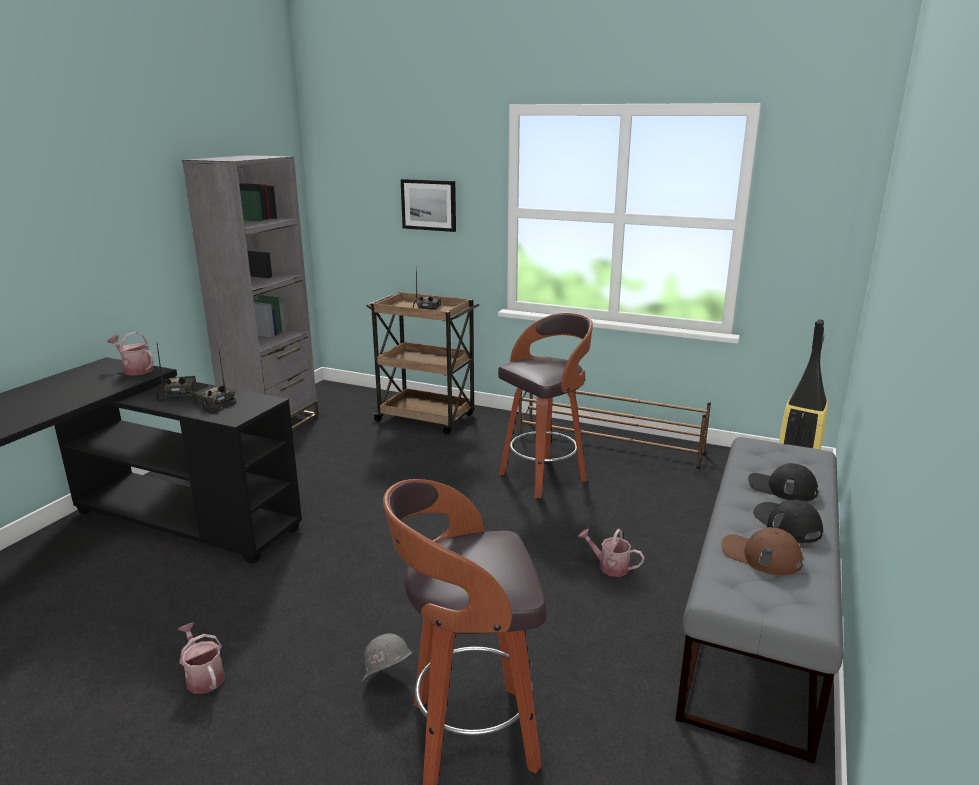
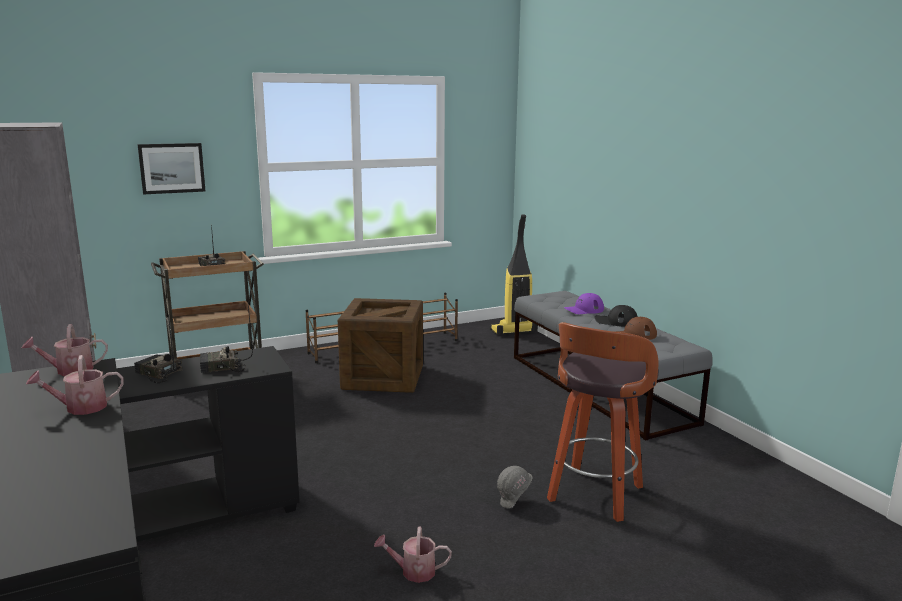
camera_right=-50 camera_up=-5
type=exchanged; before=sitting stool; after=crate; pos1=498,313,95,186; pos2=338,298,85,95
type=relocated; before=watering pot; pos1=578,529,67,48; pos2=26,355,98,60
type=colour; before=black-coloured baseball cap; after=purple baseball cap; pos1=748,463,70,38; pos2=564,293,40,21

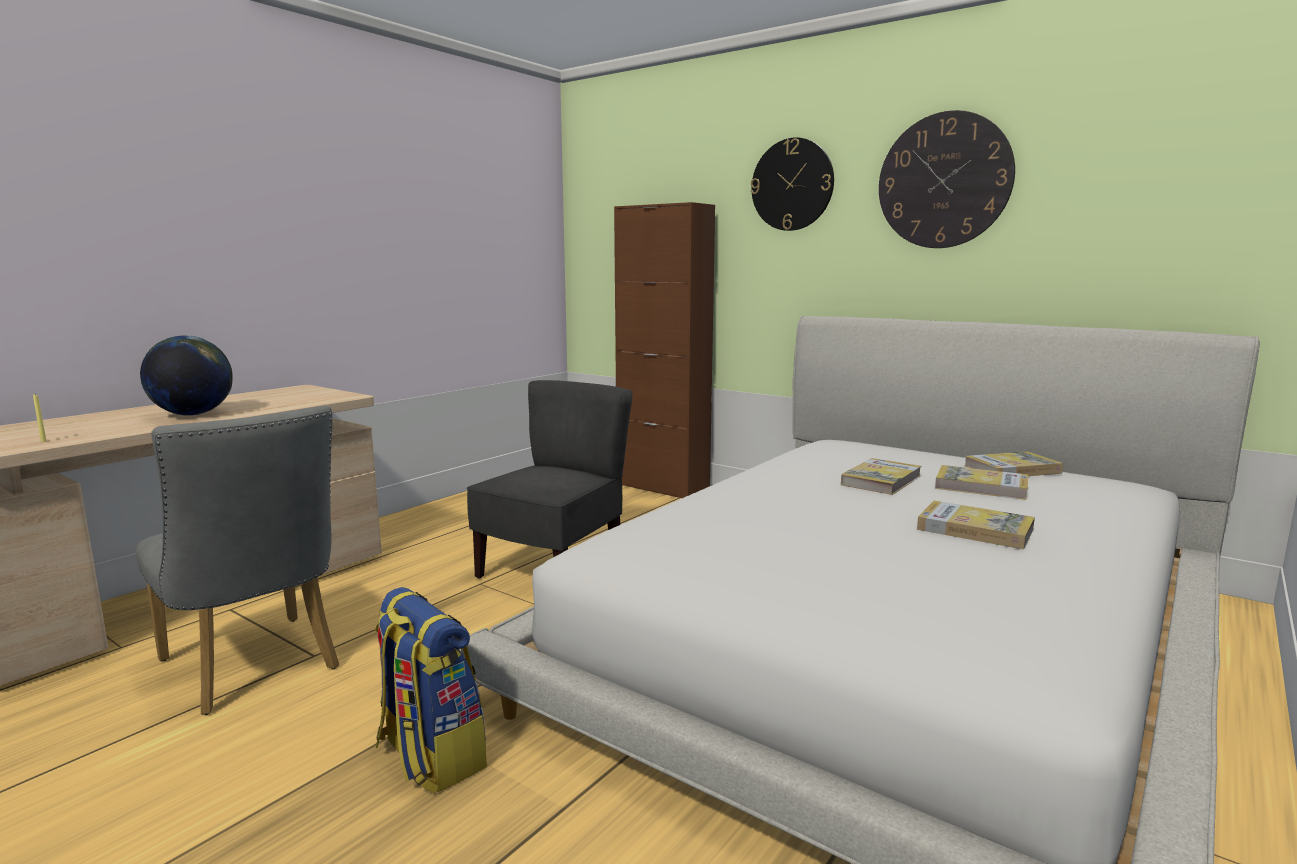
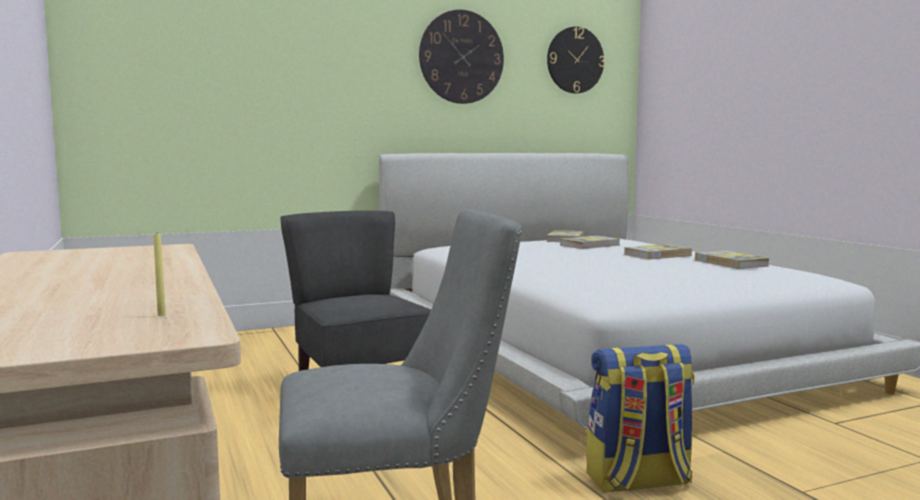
camera_right=-60 camera_up=-5
type=missing; before=desk globe; pos1=140,336,93,79
type=missing; before=brownish storage cabinet; pos1=614,202,101,296
type=relocated; before=hanging clock; pos1=751,137,83,94; pos2=547,27,58,67
type=relocated; before=volume; pos1=841,458,81,37; pos2=695,250,75,19

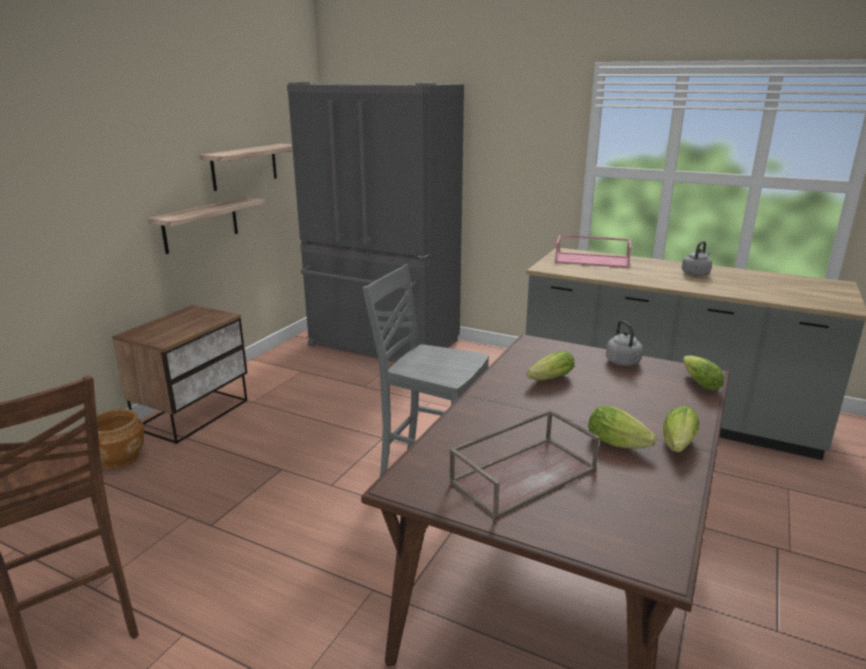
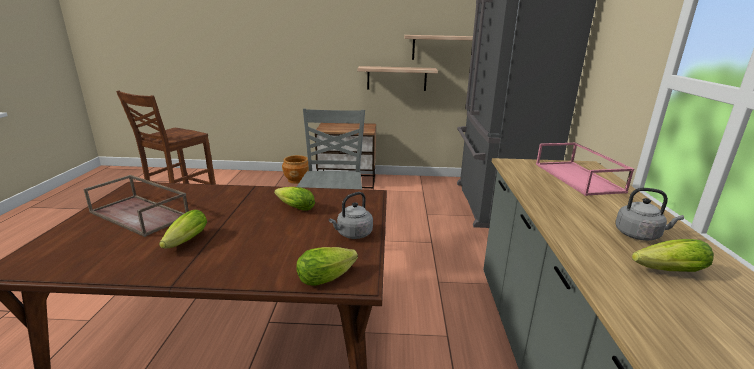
camera_right=65 camera_up=0
type=relocated; before=head of lettuce; pos1=663,406,36,46; pos2=632,239,82,33

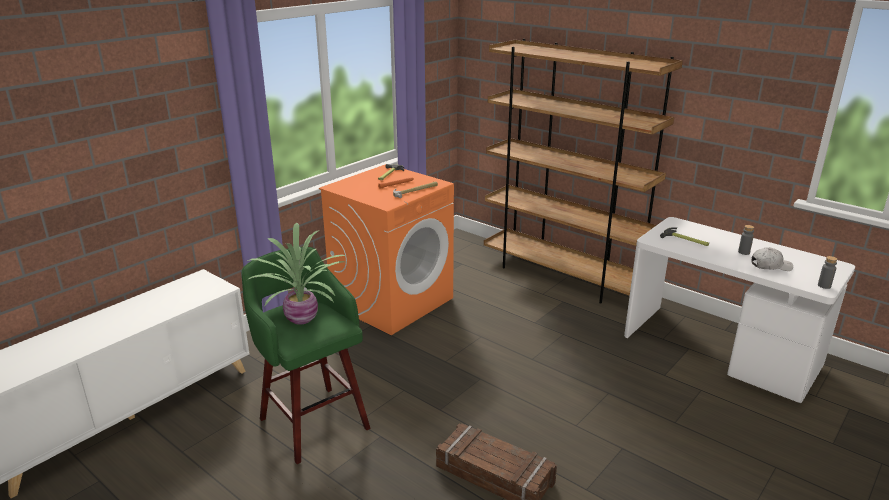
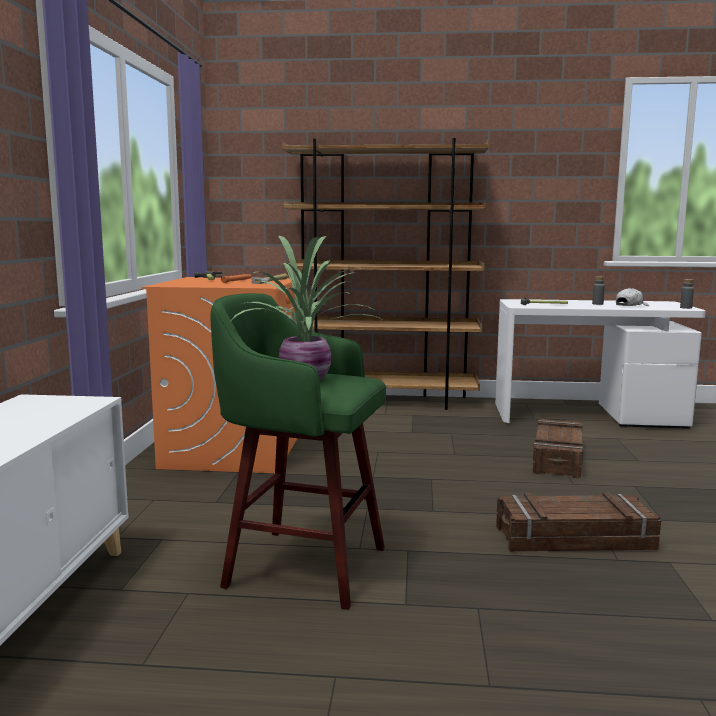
camera_right=-35 camera_up=-15
type=appeared; after=crate; pos2=533,419,51,59

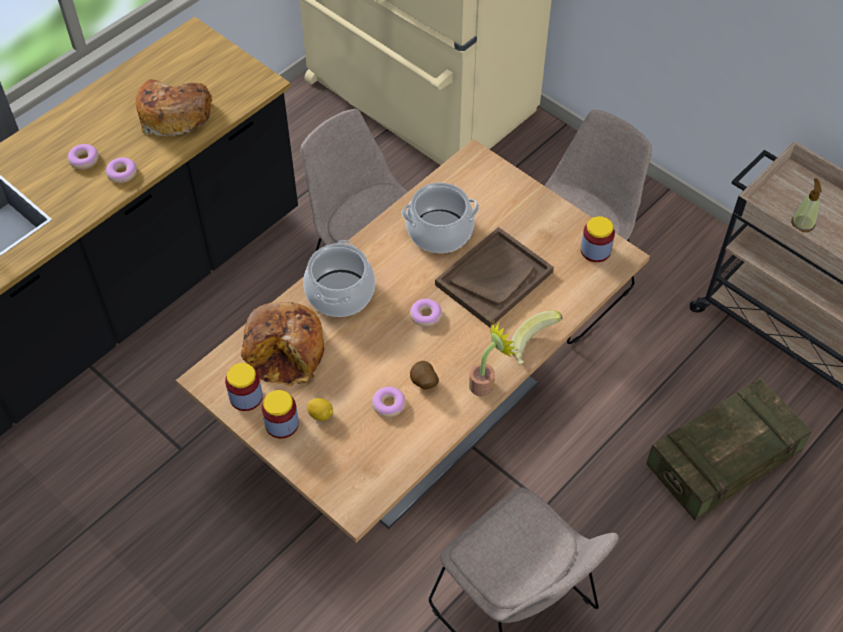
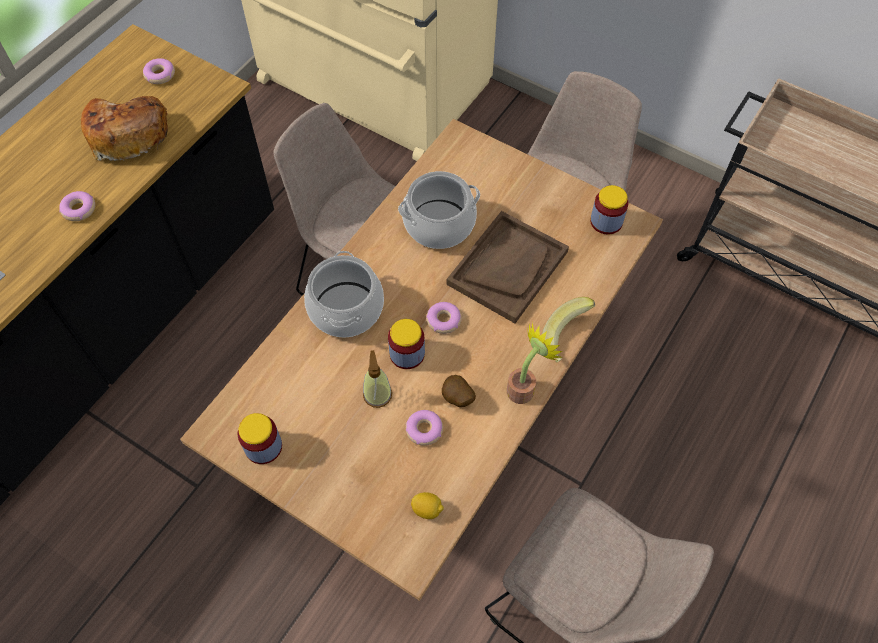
camera_right=-10 camera_up=5
type=relocated; before=ring doughnut; pos1=68,144,31,25; pos2=143,58,32,26
type=missing; before=baked bread; pos1=241,302,83,84
type=relocated; before=storage jar; pos1=262,390,37,49; pos2=388,319,37,50
type=relocated; before=citrus fruit; pos1=307,398,26,23; pos2=411,492,33,27
type=missing; before=crate; pos1=647,378,165,142
type=relocated; before=liquid soap bottle; pos1=791,179,31,53; pos2=363,350,29,58

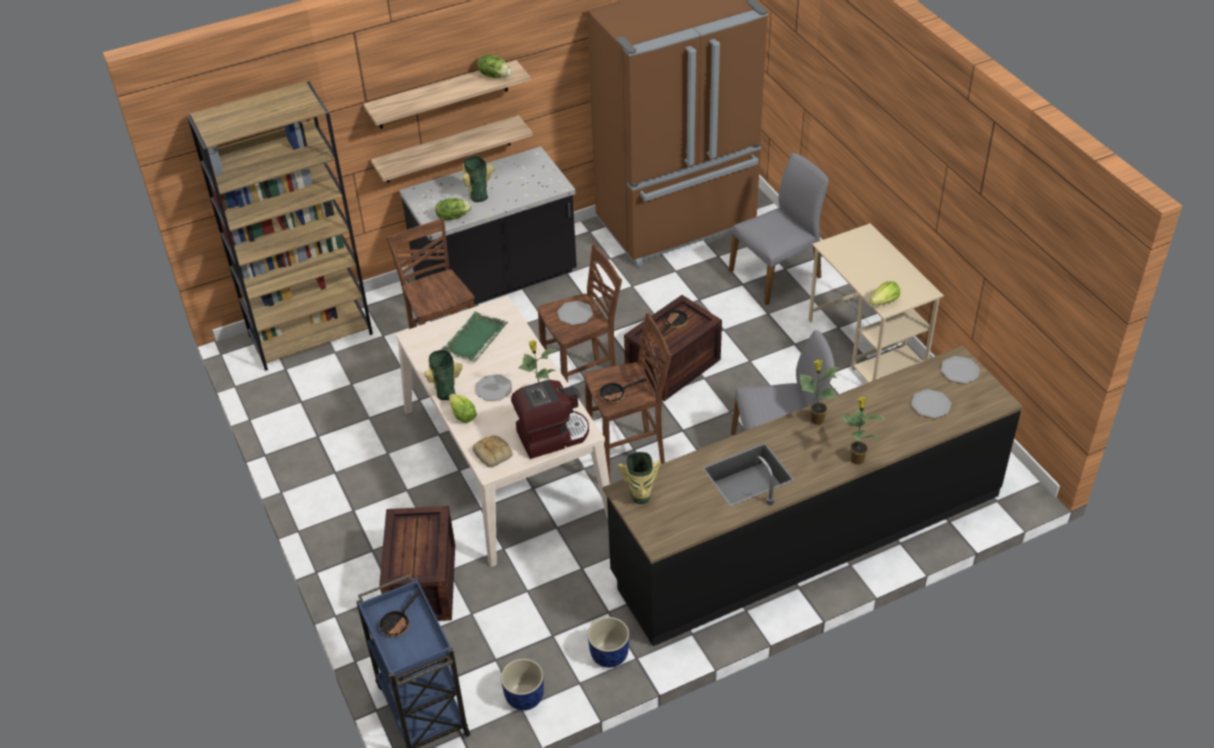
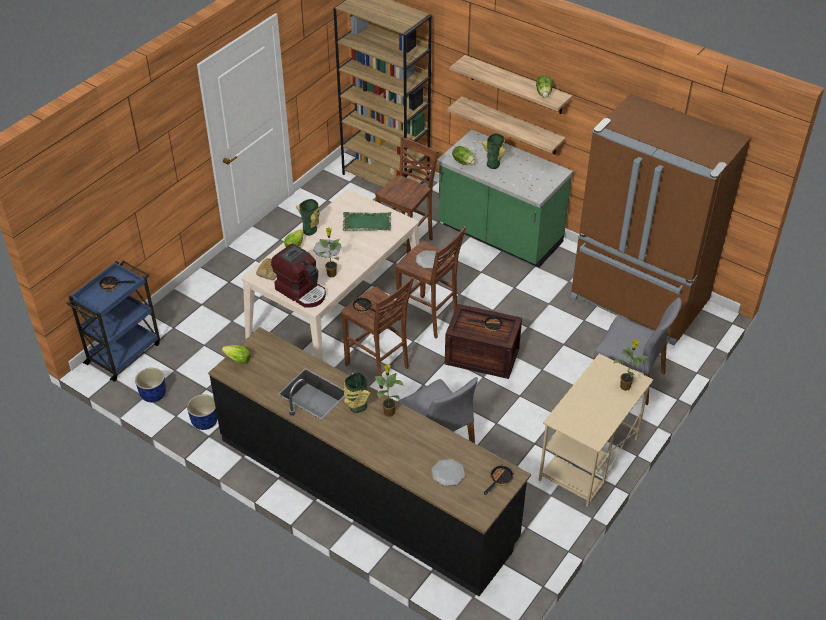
camera_right=60 camera_up=0
type=missing; before=crate; pos1=379,506,76,115
type=colour; before=black-coloured kitchen base unit; after=green-coloured kitchen base unit; pos1=399,146,178,159; pos2=437,130,136,138
type=relocated; before=vase; pos1=618,452,42,52; pos2=344,372,26,41
type=relocated; before=plant in a pot; pos1=841,397,45,68; pos2=614,340,34,51
type=relocated; before=head of lettuce; pos1=870,281,30,24; pos2=222,345,29,19
type=exchanged; before=plate; after=pan; pos1=941,356,39,28; pos2=484,464,29,31

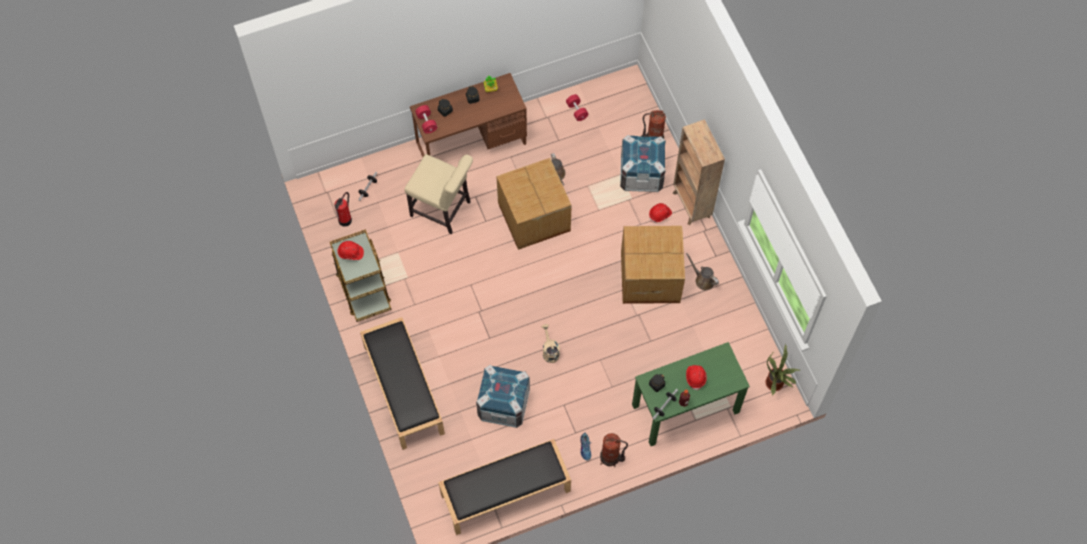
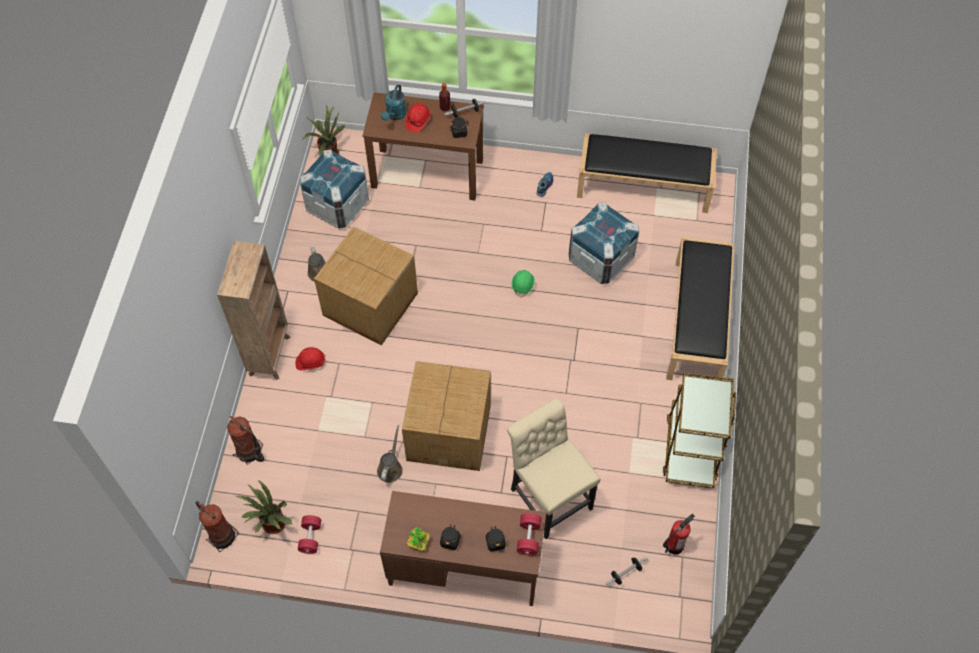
camera_right=-150 camera_up=-5
type=missing; before=red safety helmet; pos1=338,241,26,19
type=exchanged; before=beige watering pot; after=green-coloured safety helmet; pos1=542,324,18,39; pos2=511,270,24,28
type=relocated; before=fire-fighting cylinder; pos1=600,433,28,34; pos2=195,501,44,51
type=relocated; before=crate; pos1=620,135,46,57; pos2=299,149,70,80
type=colour; before=green-coloured desk; after=brownish desk; pos1=632,342,118,104; pos2=363,92,121,108
type=appeared; after=plant in a pot; pos2=235,479,58,55
type=appeared; after=turquoise-coloured watering pot; pos2=381,84,25,37

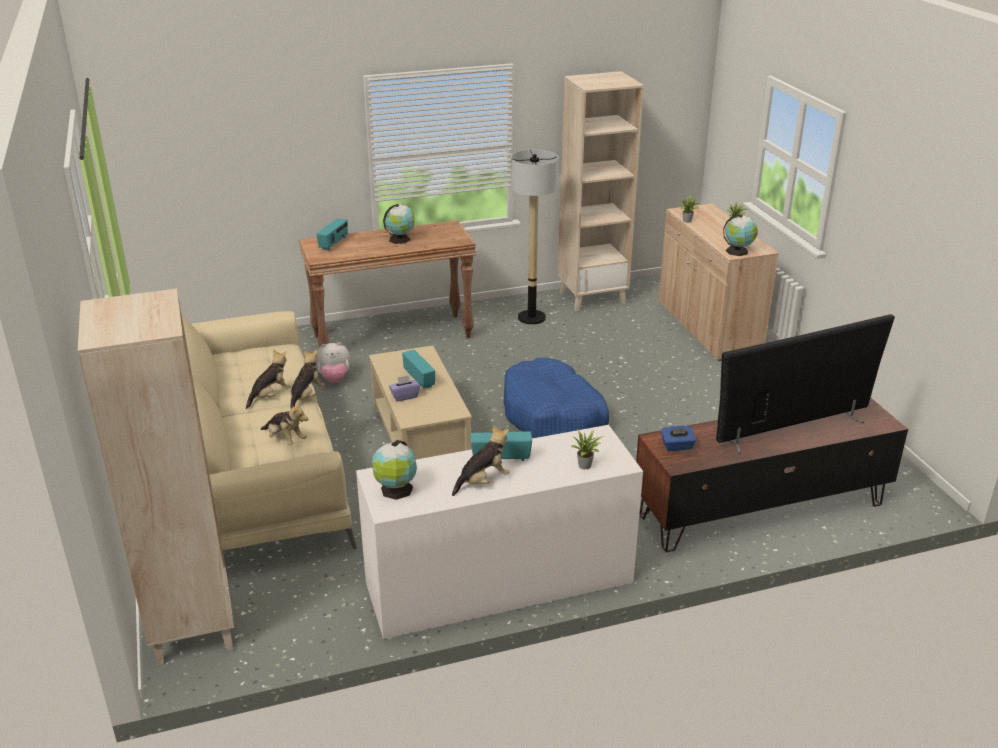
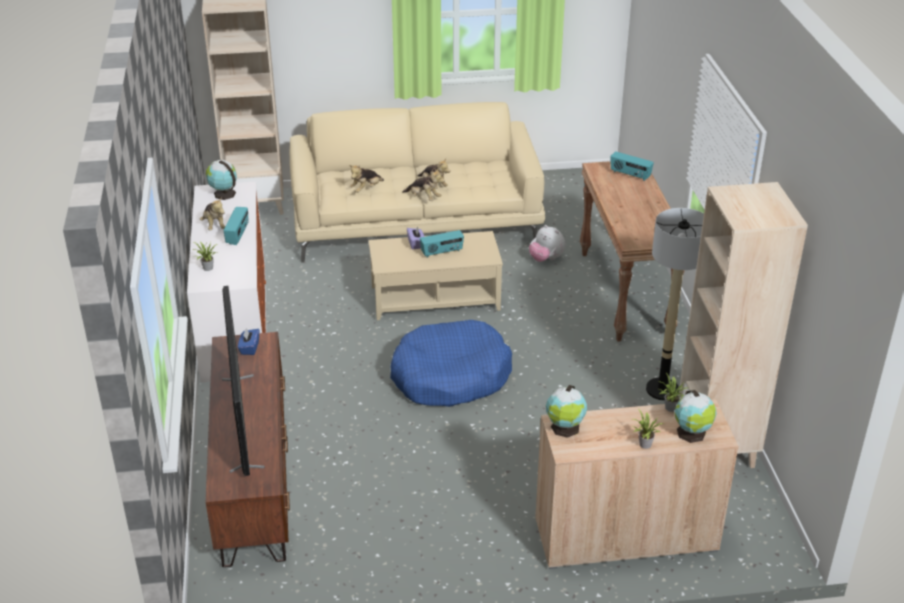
camera_right=100 camera_up=5
type=spun; before=plush toy; pos1=316,342,35,41; pos2=529,225,37,37; turn=-45
type=relocated; before=desk globe; pos1=383,204,32,40; pos2=674,390,43,53

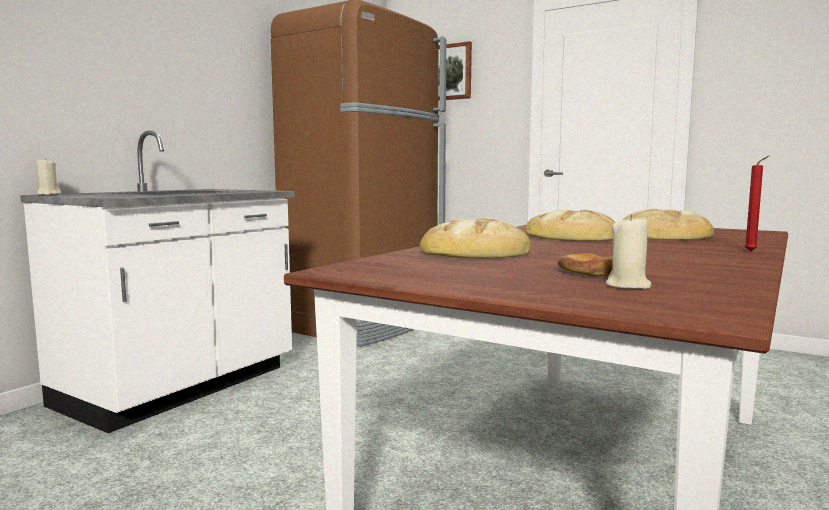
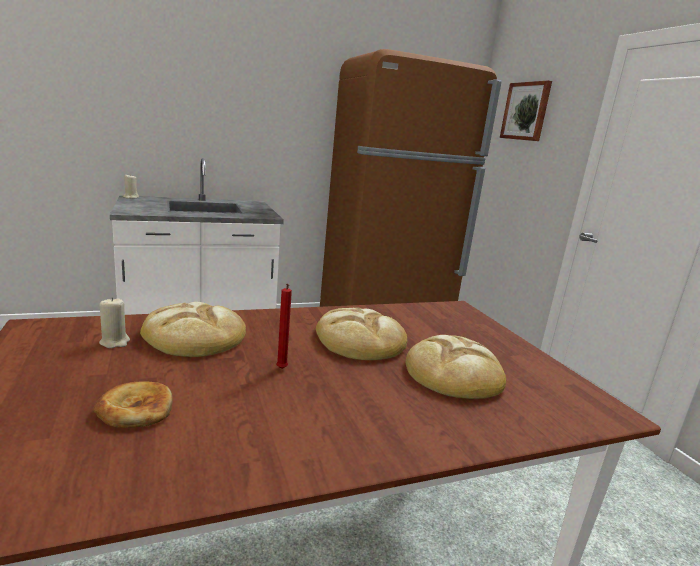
camera_right=35 camera_up=10
type=relocated; before=beige wax candle; pos1=606,214,45,75; pos2=99,297,31,51
type=relocated; before=red wax candle; pos1=745,156,24,96; pos2=276,284,16,85

